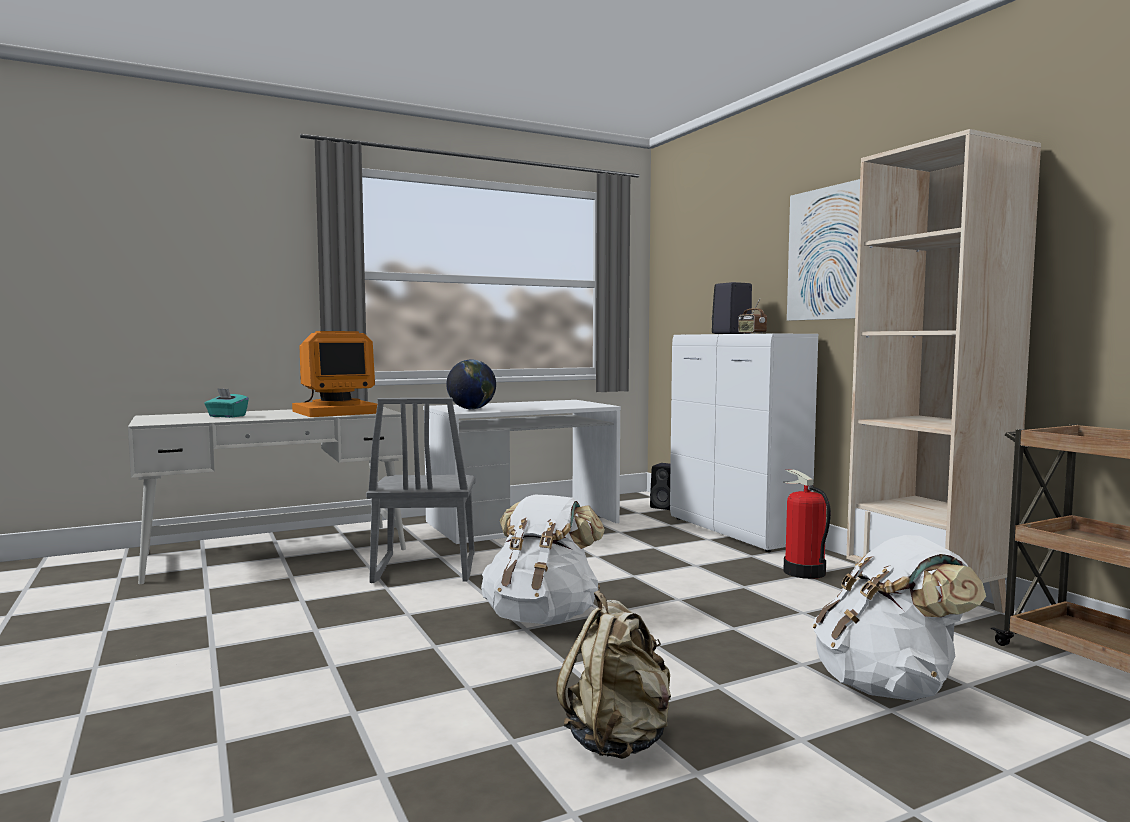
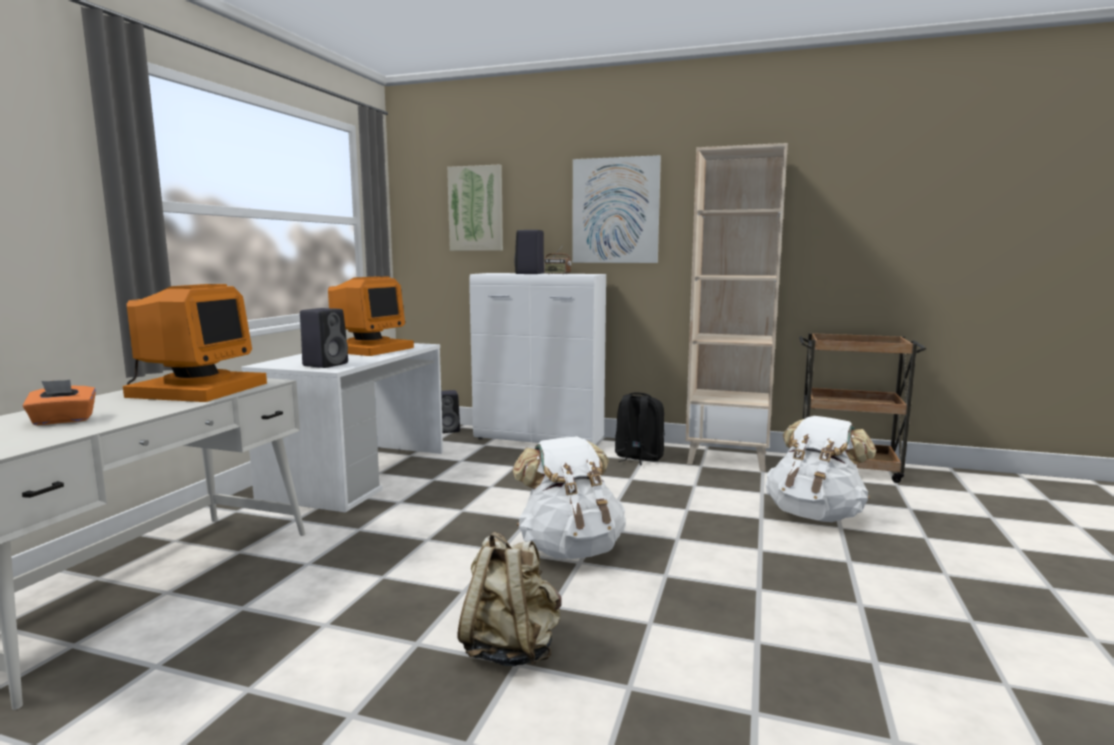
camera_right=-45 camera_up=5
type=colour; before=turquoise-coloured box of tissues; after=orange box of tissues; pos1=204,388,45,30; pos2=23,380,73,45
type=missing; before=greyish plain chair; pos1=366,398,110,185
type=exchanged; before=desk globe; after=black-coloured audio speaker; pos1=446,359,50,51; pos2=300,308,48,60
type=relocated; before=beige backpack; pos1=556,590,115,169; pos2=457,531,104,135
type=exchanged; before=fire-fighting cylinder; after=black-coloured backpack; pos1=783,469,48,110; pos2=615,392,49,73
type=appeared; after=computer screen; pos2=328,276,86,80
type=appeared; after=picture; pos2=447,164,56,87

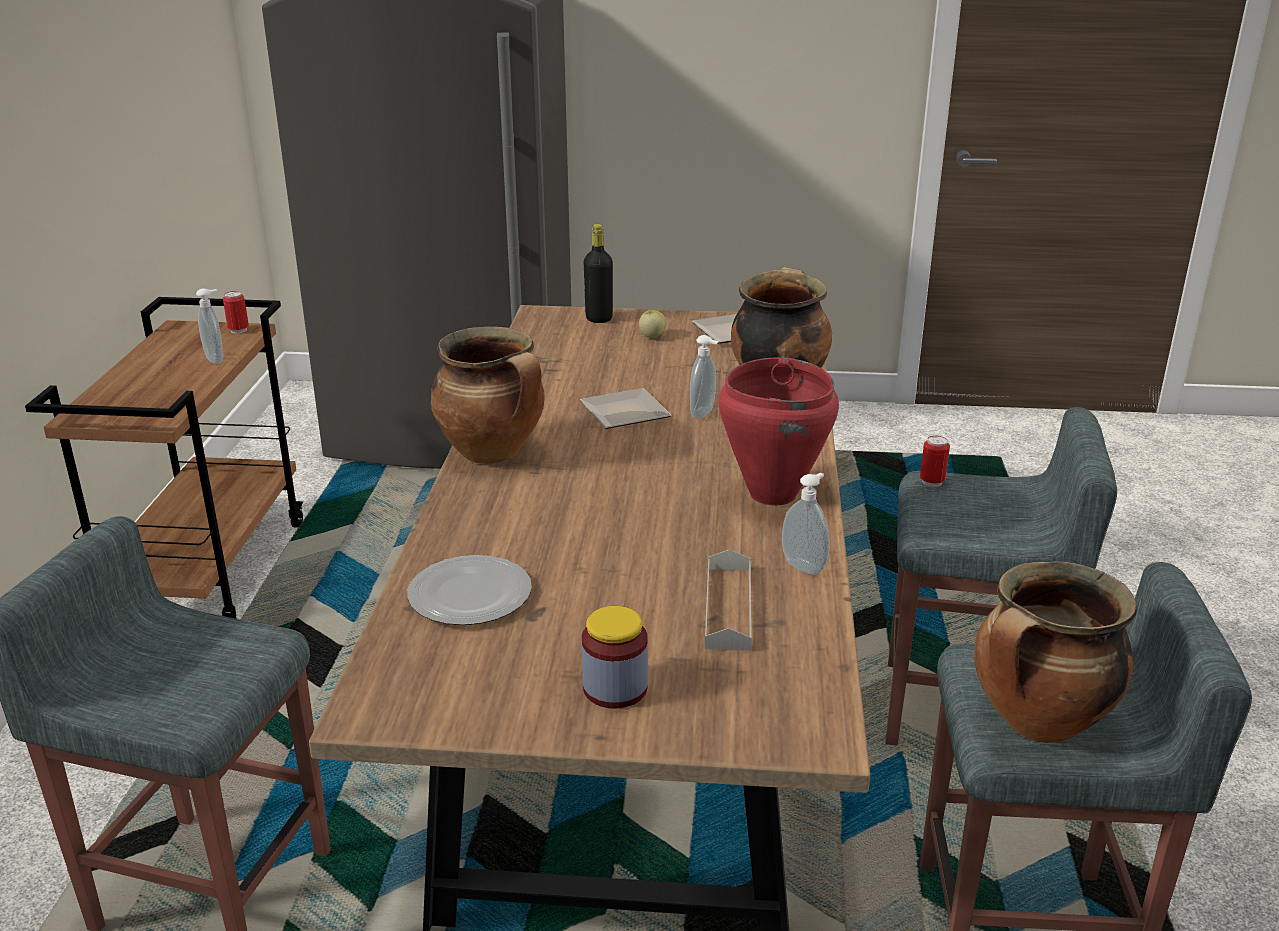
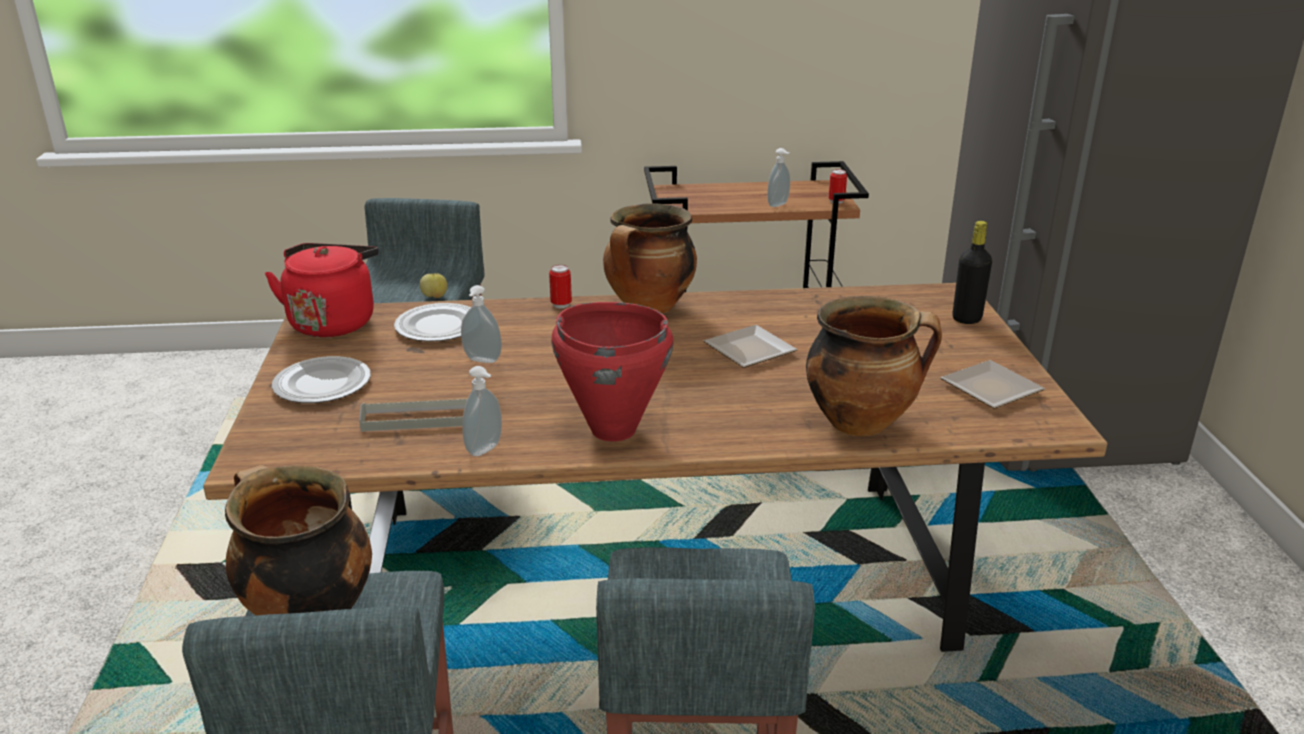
camera_right=80 camera_up=0
type=exchanged; before=storage jar; after=plate; pos1=582,606,66,103; pos2=272,356,99,47
type=relocated; before=apple; pos1=639,310,27,28; pos2=420,273,27,25
type=relocated; before=liquid soap bottle; pos1=690,335,29,84; pos2=461,285,41,78
type=relocated; before=can; pos1=920,436,30,51; pos2=549,265,23,43
type=appeared; after=red water kettle; pos2=265,243,114,94

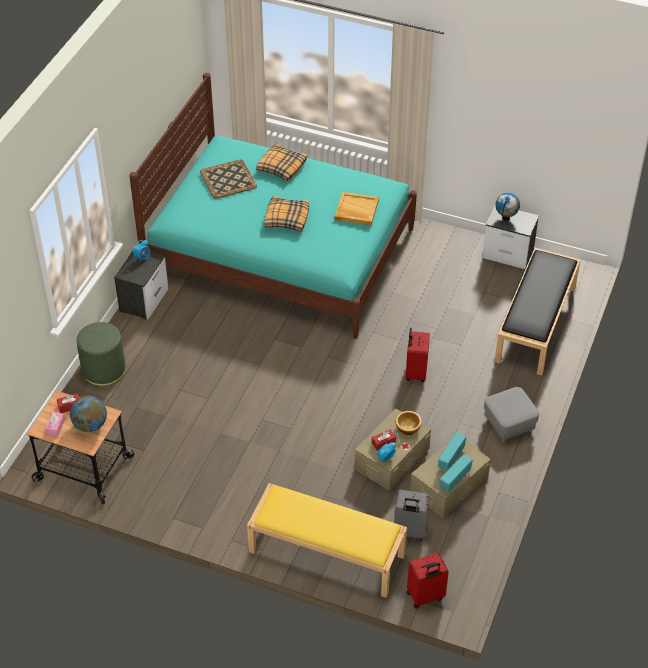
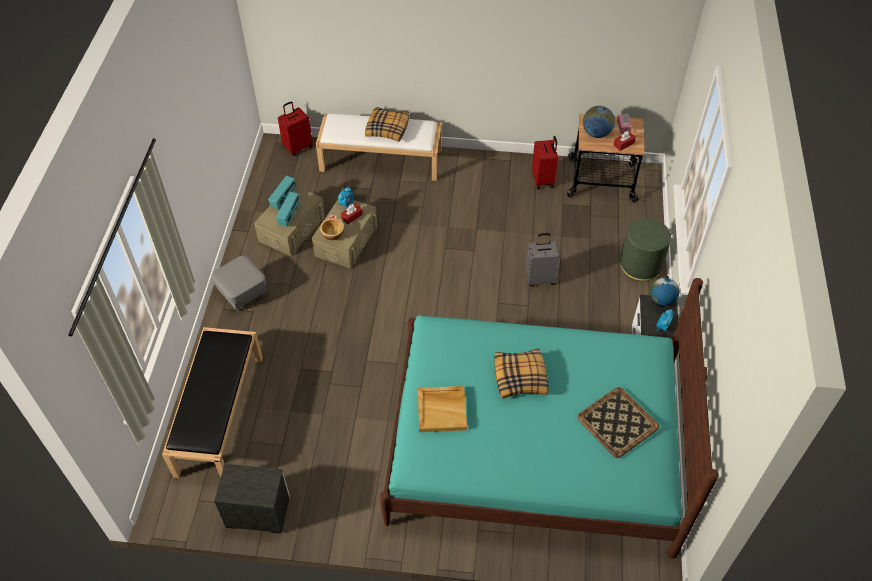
camera_right=165 camera_up=5
type=colour; before=yellowish bench; after=whitish bench; pos1=247,483,160,115; pos2=316,113,126,68
type=relocated; before=throw pillow; pos1=256,144,51,37; pos2=365,107,45,35
type=relocated; before=greyish travel case; pos1=394,490,36,51; pos2=526,233,34,54
type=relocated; before=red travel case; pos1=405,328,25,54; pos2=532,136,26,53
type=relocated; before=desk globe; pos1=496,193,24,28; pos2=650,276,29,32

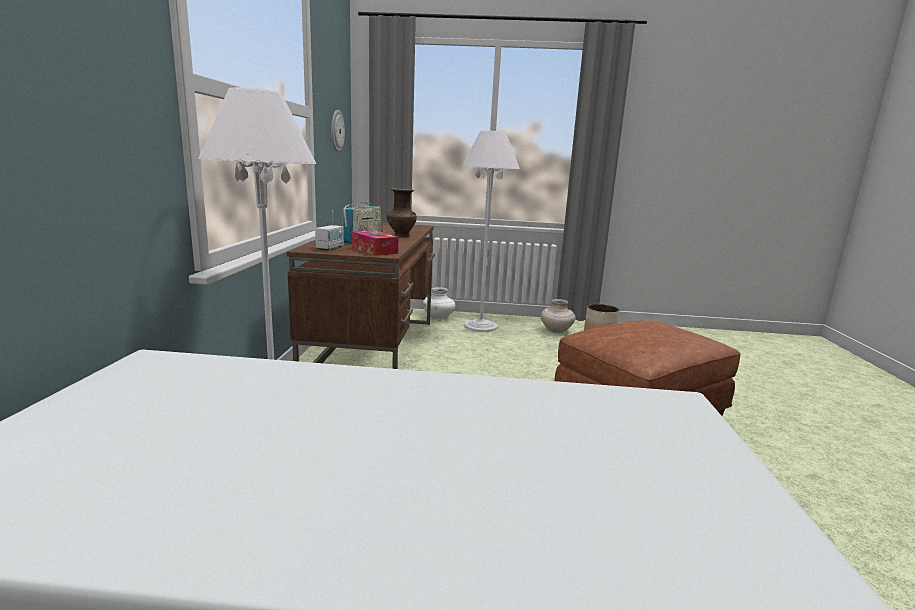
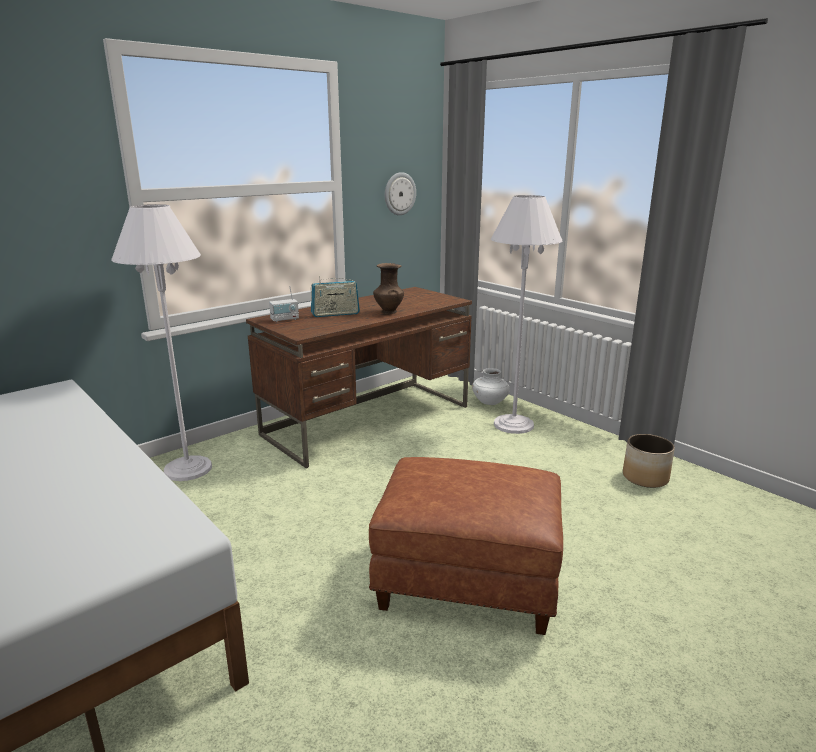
camera_right=45 camera_up=5
type=missing; before=box of tissues; pos1=352,230,46,26
type=missing; before=beige vase; pos1=541,299,34,34

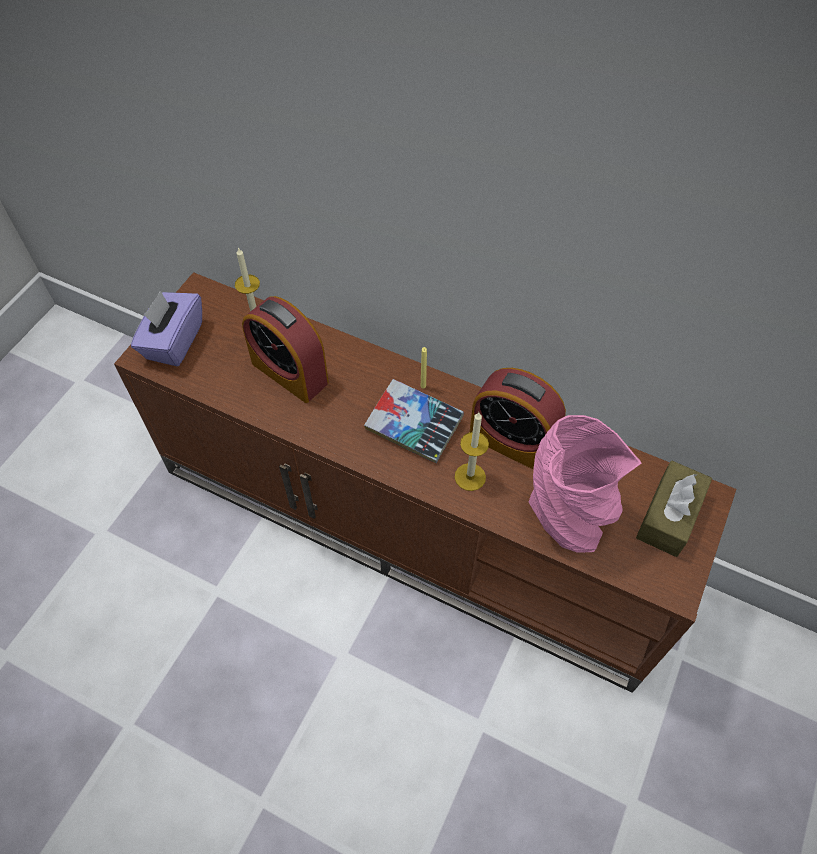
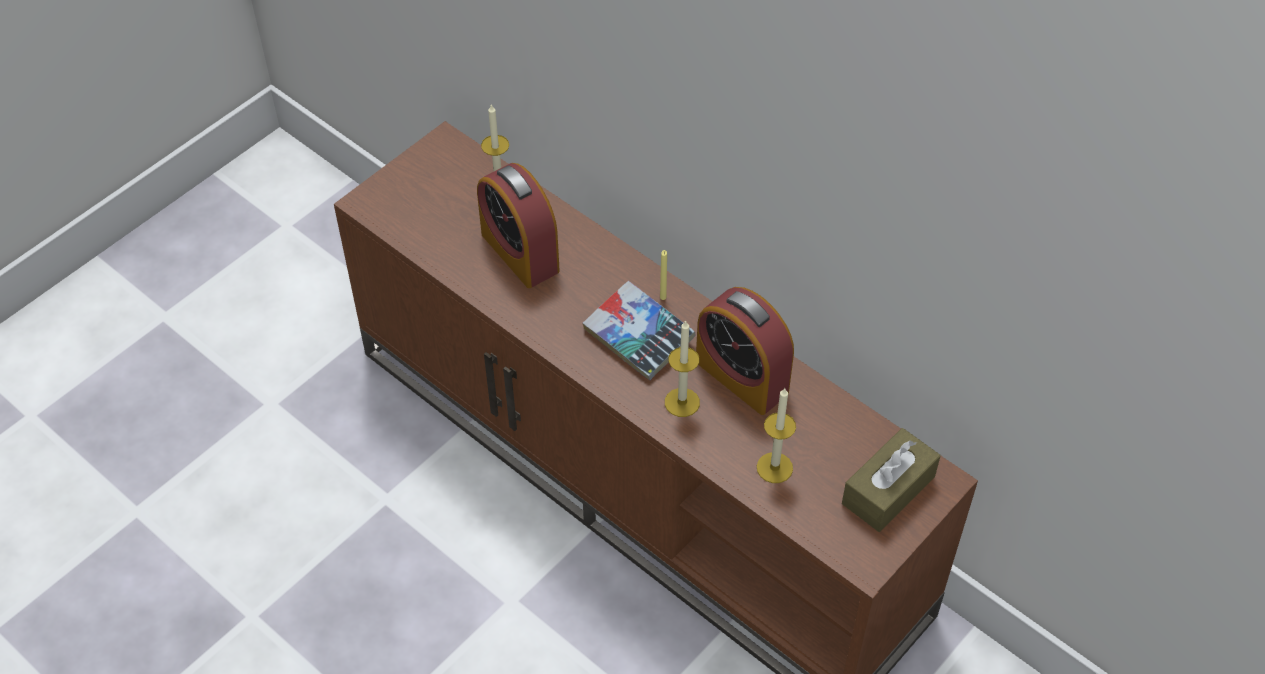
camera_right=15 camera_up=-5
type=missing; before=purple box of tissues; pos1=131,291,71,76
type=exchanged; before=pink-coloured vase; after=wax candle; pos1=529,415,113,138; pos2=757,388,39,95

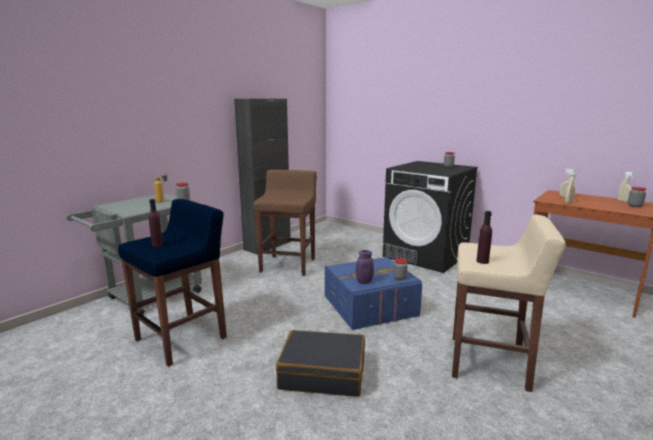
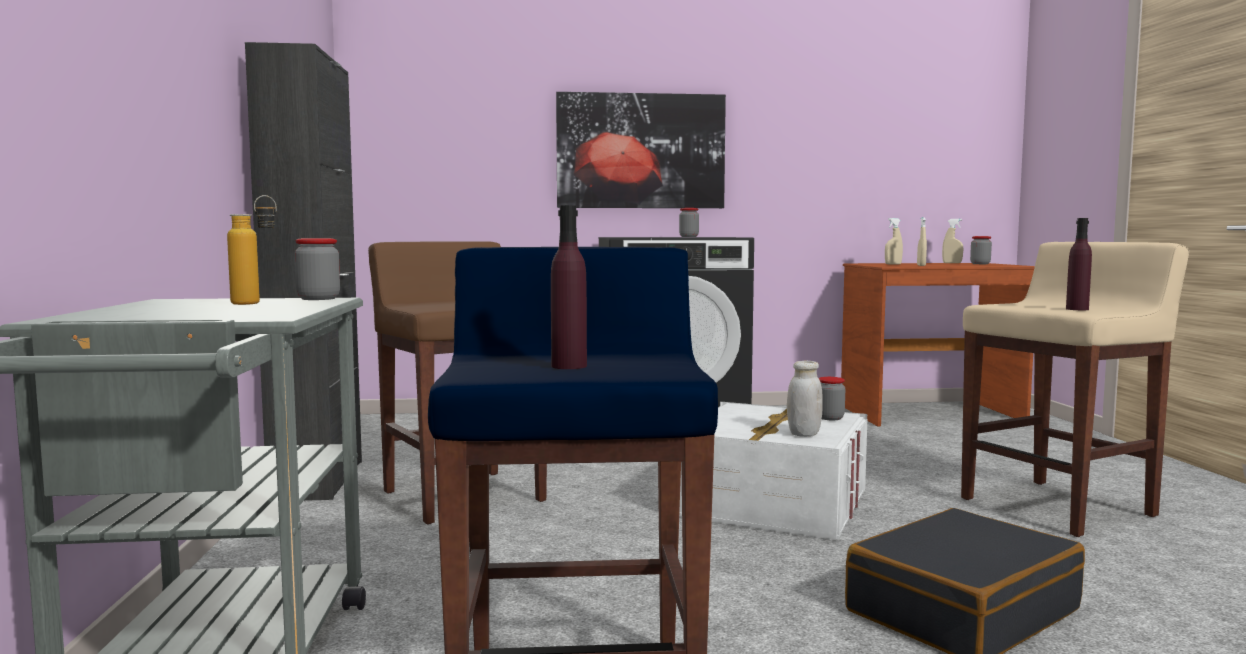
camera_right=-45 camera_up=-10
type=colour; before=blue-coloured storage container; after=whitish storage container; pos1=325,256,97,74; pos2=679,402,189,138
type=colour; before=purple storage jar; after=whitish storage jar; pos1=356,250,18,34; pos2=787,360,36,77
type=appeared; after=picture; pos2=556,92,170,116

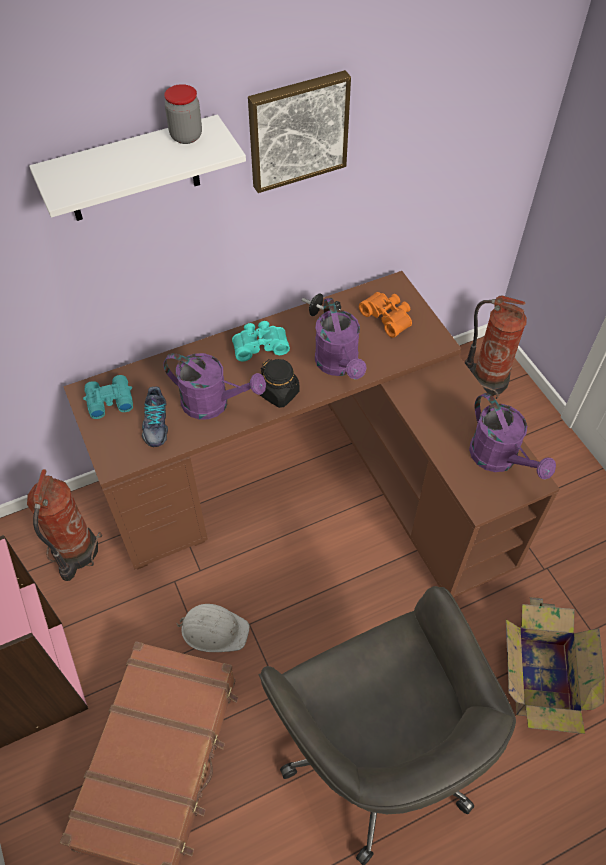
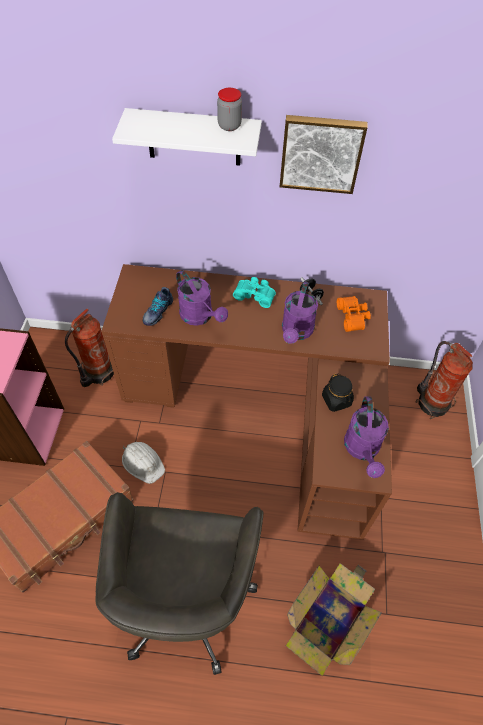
camera_right=30 camera_up=0
type=missing; before=turquoise-coloured pair of binoculars; pos1=83,375,50,44
type=relocated; before=black-coloured storage jar; pos1=260,359,39,49; pos2=322,374,32,38

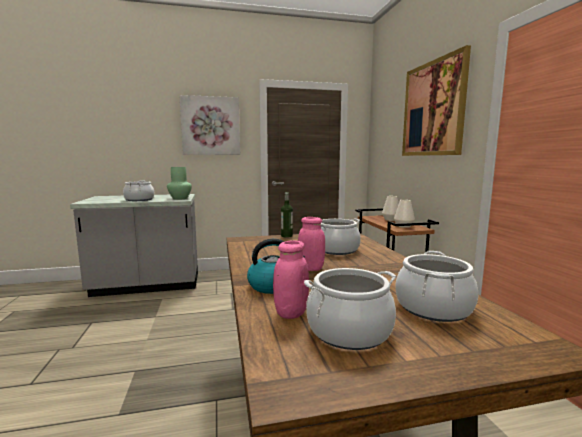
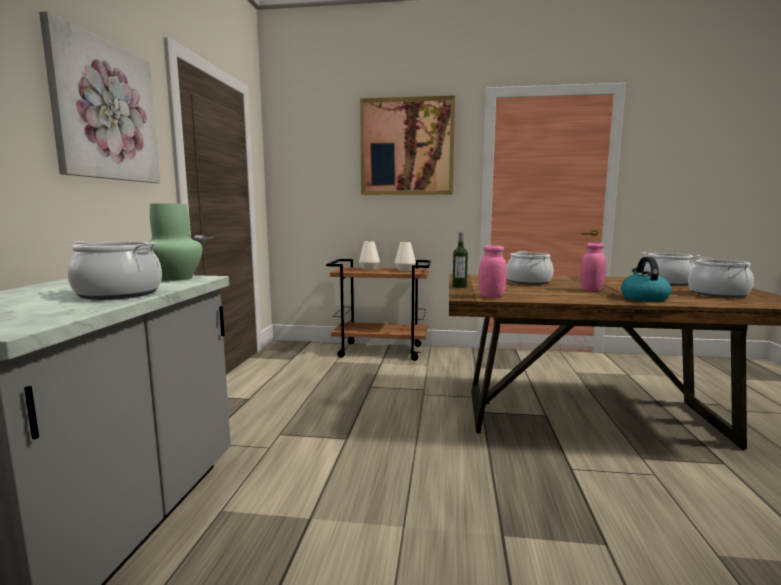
camera_right=-70 camera_up=0
type=relocated; before=pink-coloured storage jar; pos1=273,240,36,79; pos2=479,245,28,53

